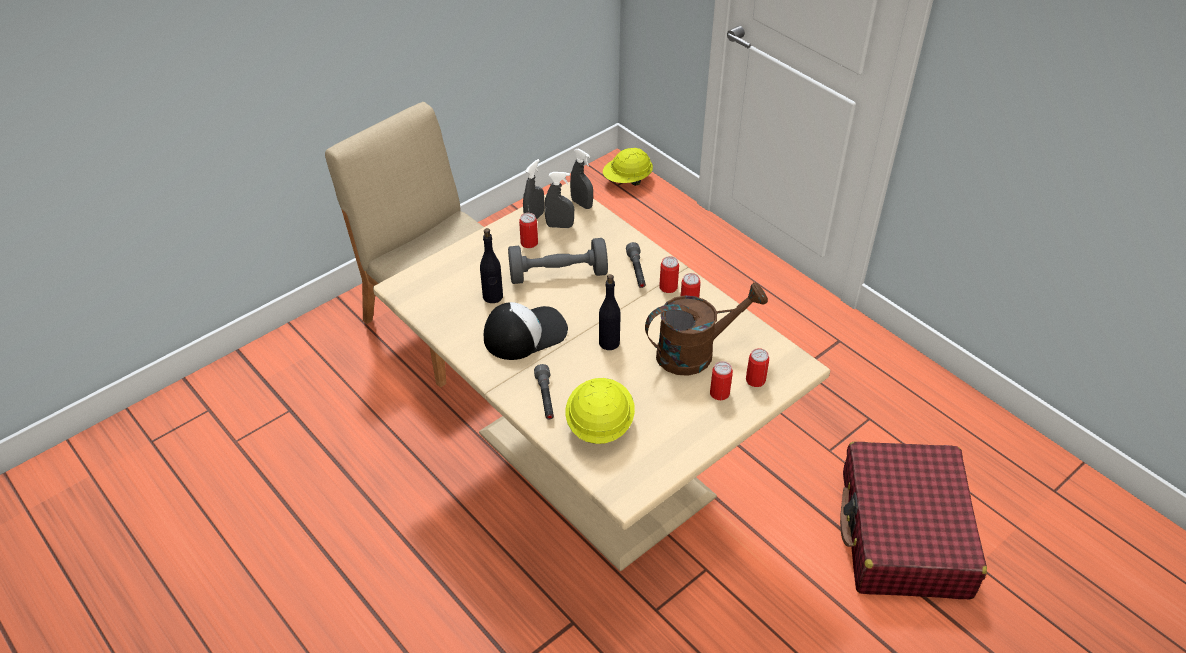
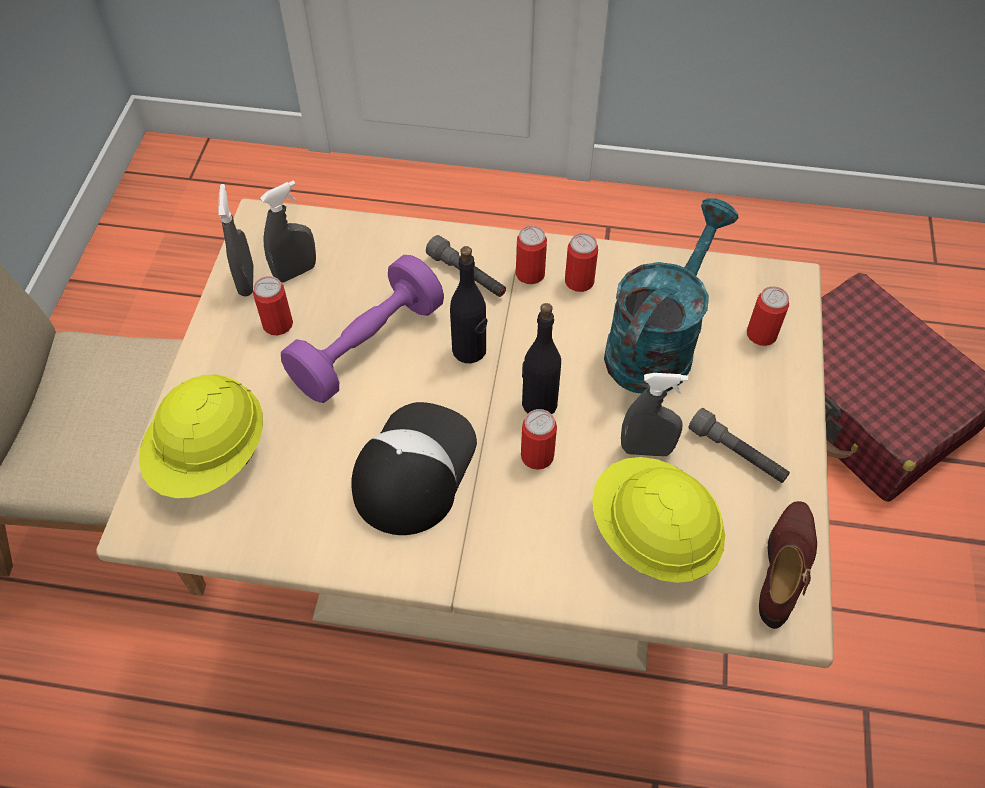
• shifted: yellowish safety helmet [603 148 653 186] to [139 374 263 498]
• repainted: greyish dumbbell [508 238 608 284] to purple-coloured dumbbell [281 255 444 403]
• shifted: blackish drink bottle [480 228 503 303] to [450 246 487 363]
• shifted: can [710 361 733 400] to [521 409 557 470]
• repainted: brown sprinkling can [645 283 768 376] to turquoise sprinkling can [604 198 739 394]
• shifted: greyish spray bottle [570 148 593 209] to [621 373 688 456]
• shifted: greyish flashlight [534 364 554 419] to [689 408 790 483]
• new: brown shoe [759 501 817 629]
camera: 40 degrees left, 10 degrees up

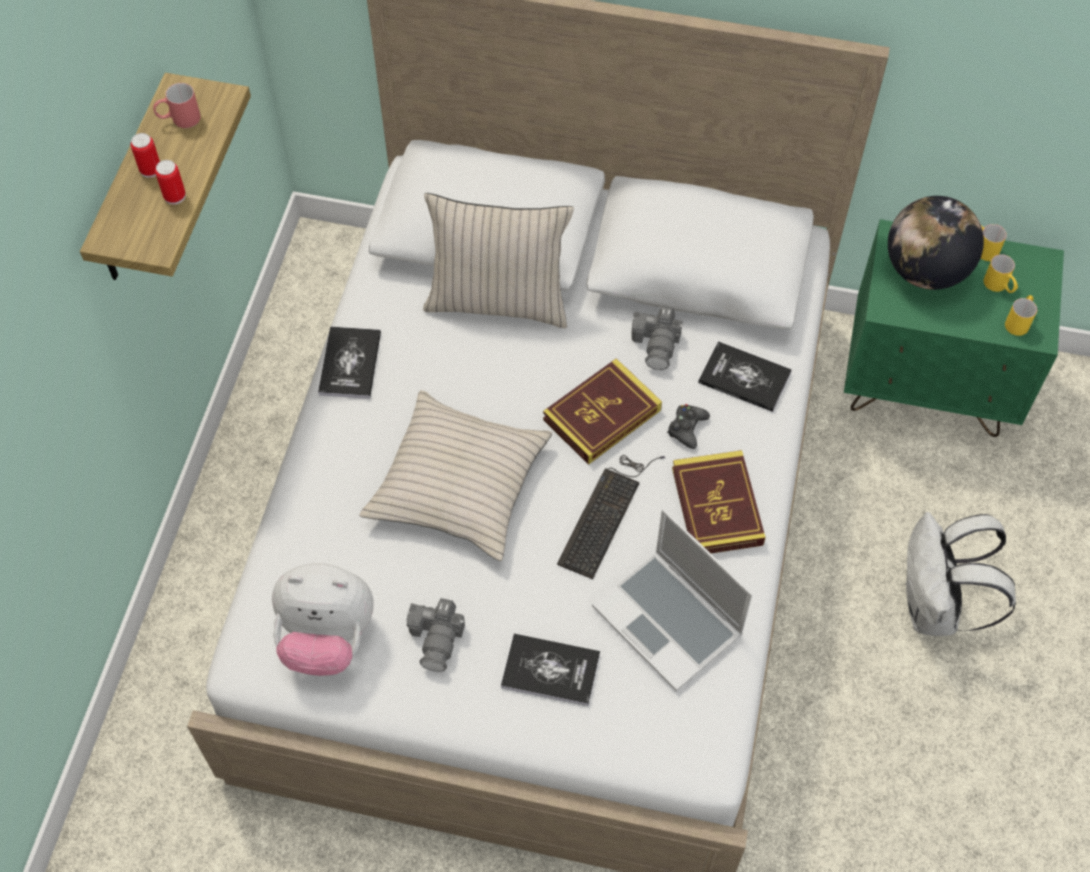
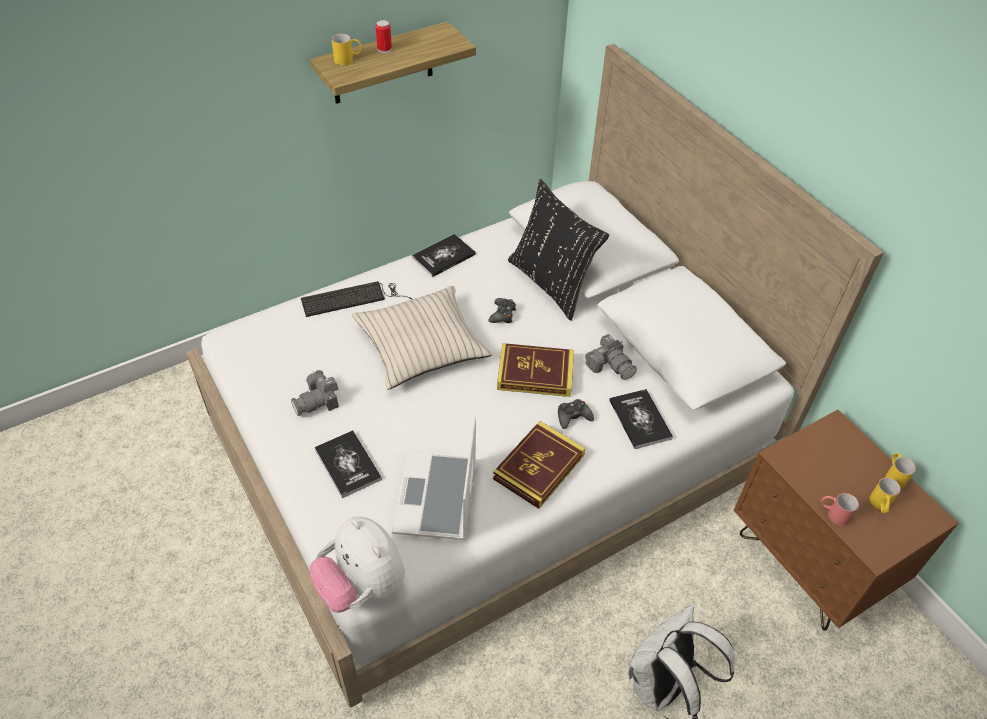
• shifted: keyboard [557 455 665 579] to [301 281 412 317]
• shifted: plush toy [272 563 374 676] to [310 517 405 613]
• shifted: yellowish mug [1005 295 1037 336] to [331 34 362 65]
• new: blackish gamepad [489 298 516 323]
• repainted: beige-coloured throw pillow [423 193 574 328] to blackish throw pillow [508 179 609 321]
• rotated: still camera [631 305 683 370] = [585 334 637 380] 90 degrees counterclockwise
• repainted: green night table [844 219 1064 437] to brown night table [734 410 959 631]
• shifted: red mug [153 83 201 128] to [821 493 859 525]
• gone: can [155 160 186 205]
• gone: world globe [888 196 984 290]
camera: 45 degrees right, 10 degrees down

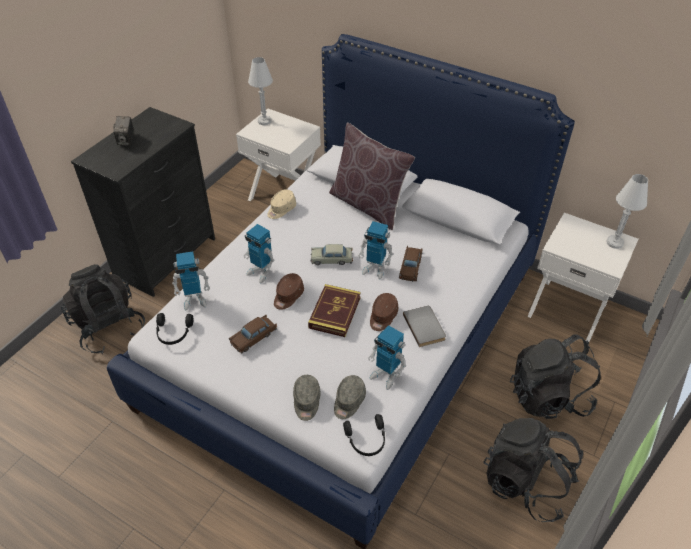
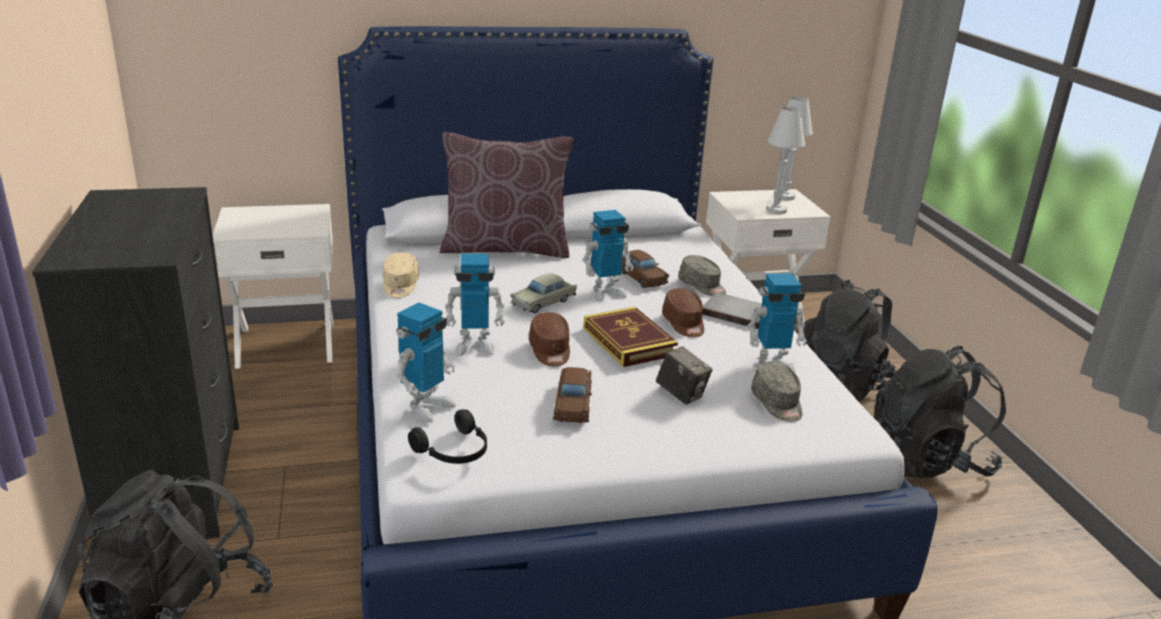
• shifted: still camera [113 116 134 146] to [656 346 713 404]
• shifted: greyish baseball cap [293 375 321 421] to [679 255 726 296]
• shifted: white lamp for a table [248 57 273 125] to [766 107 805 214]
• gone: blackish headset [343 414 385 456]
camera: 45 degrees left, 20 degrees down

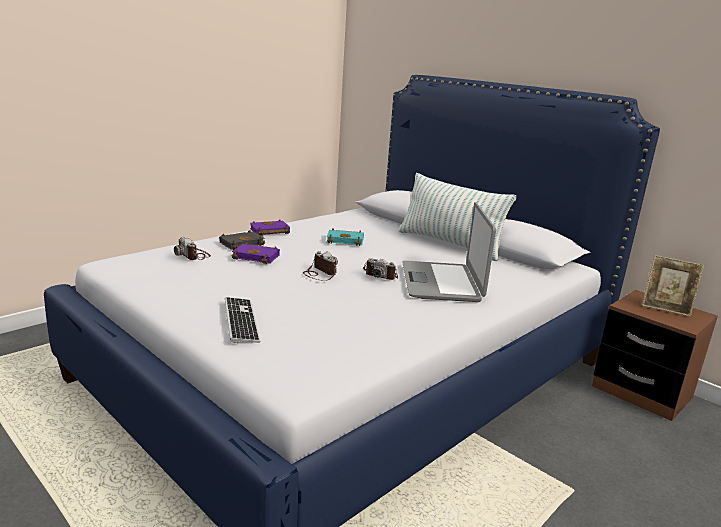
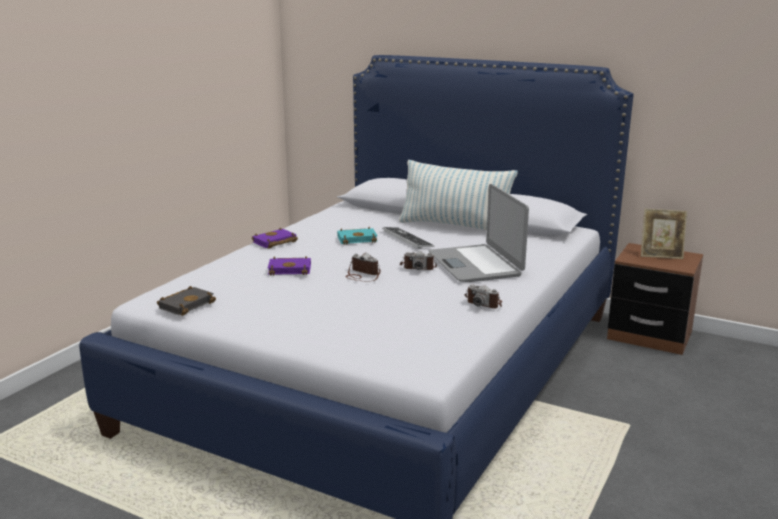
• shifted: blackish book [219 230 265 250] to [157 286 216 316]
• shifted: keyboard [225 297 260 343] to [382 227 435 249]
• shifted: still camera [174 237 211 260] to [465 285 502 309]
camera: 15 degrees left, 0 degrees up

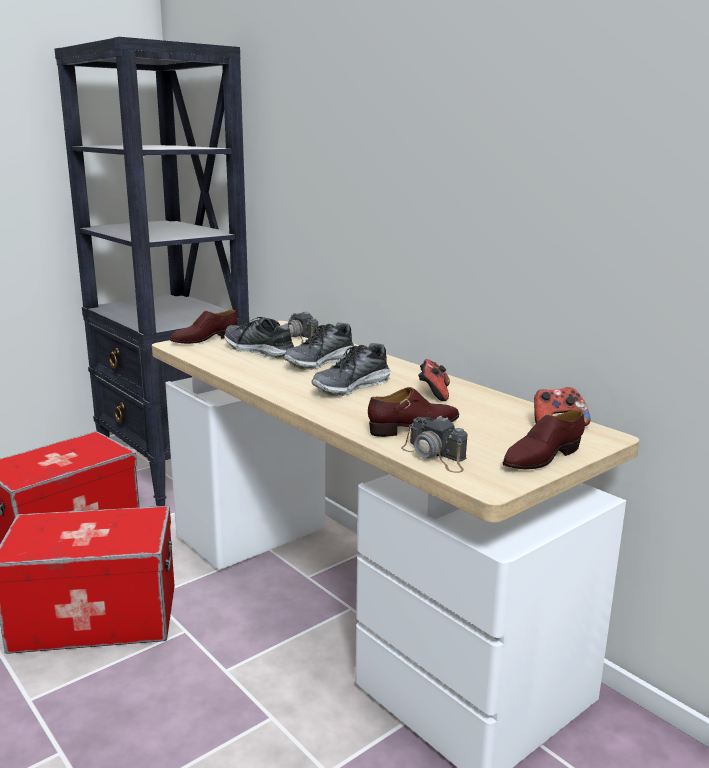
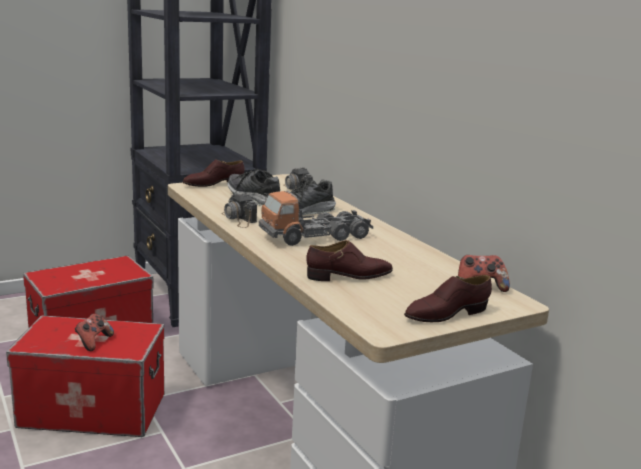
• shifted: gamepad [418 359 450 401] to [75 314 114 351]
• shifted: still camera [401 416 467 473] to [221 193 257 228]
• swapped: shoe [312 343 390 396] to model truck [259 191 373 246]
camera: 10 degrees right, 0 degrees up

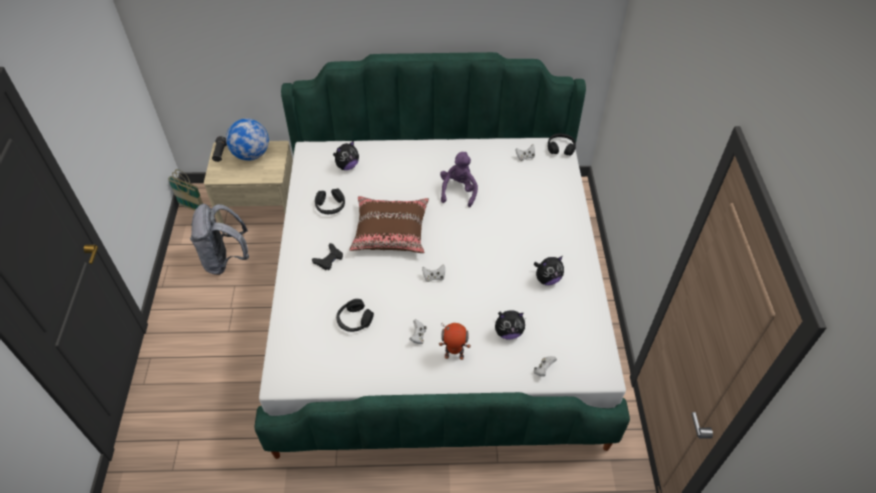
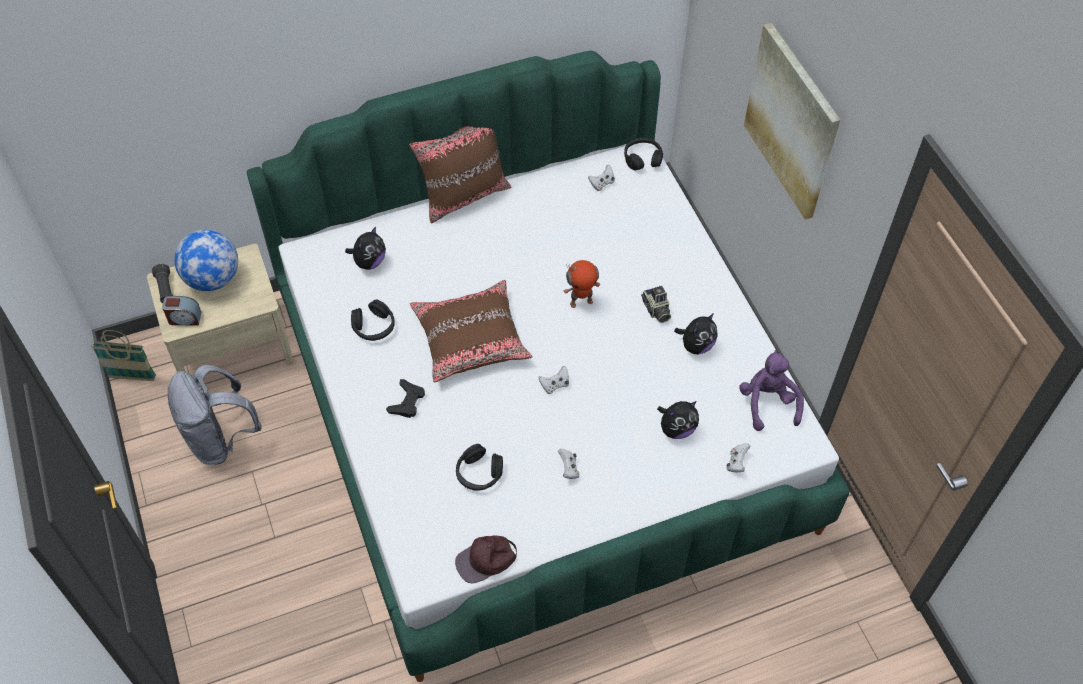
• new: table clock [162 296 201 326]
• new: brown throw pillow [409 126 511 224]
• new: brown baseball cap [455 535 517 583]
• shifted: model robot [439 323 471 360] to [564 260 600 308]
• new: still camera [641 286 671 323]
• shifted: purple-coloured plush toy [440 152 478 207] to [739 350 804 431]
• new: wall art [744 23 840 220]
camera: 20 degrees left, 5 degrees up

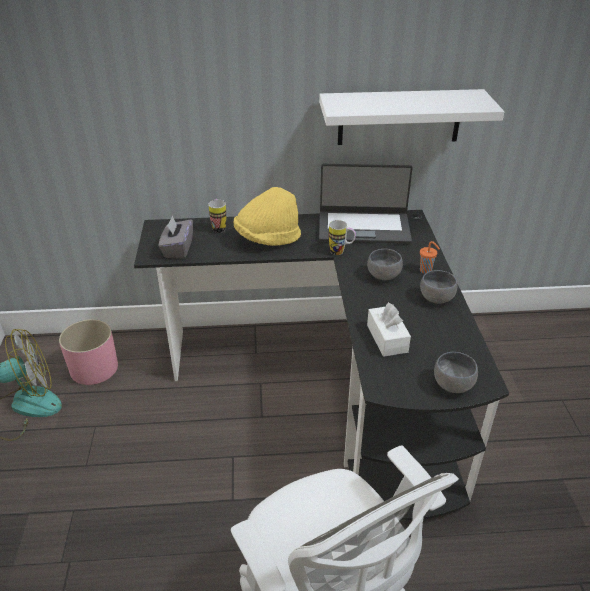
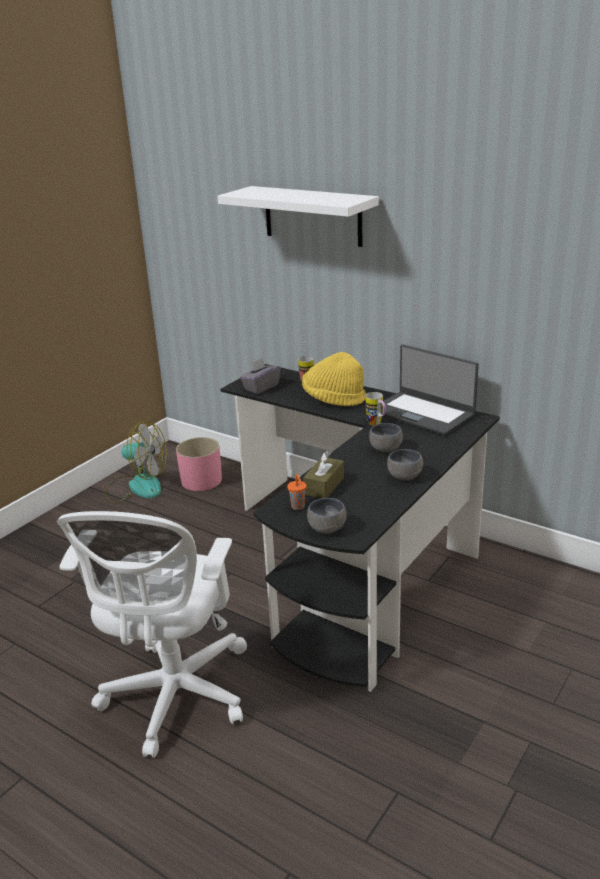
• shifted: white bracket shelf [319 89 504 145] to [217 186 379 247]
• shifted: orange-coloured drinking cup [420 241 440 274] to [287 474 307 510]
• repainted: white tissue holder [367 303 411 357] to brown tissue holder [303 451 344 498]
camera: 40 degrees right, 10 degrees down

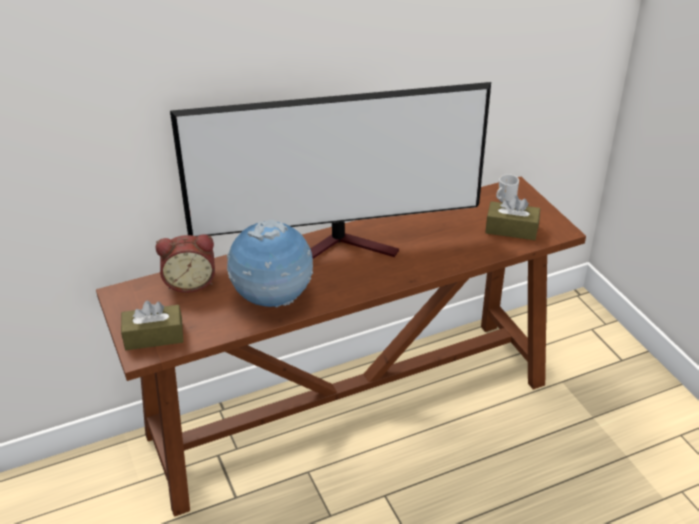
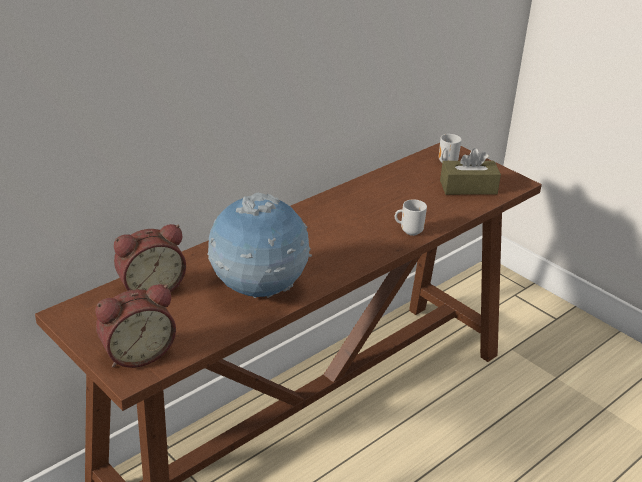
• swapped: brown tissue holder [121 301 184 350] to table clock [95 284 176 368]
• new: mug [395 199 427 236]
• gone: TV [170 82 491 259]
camera: 20 degrees left, 5 degrees down

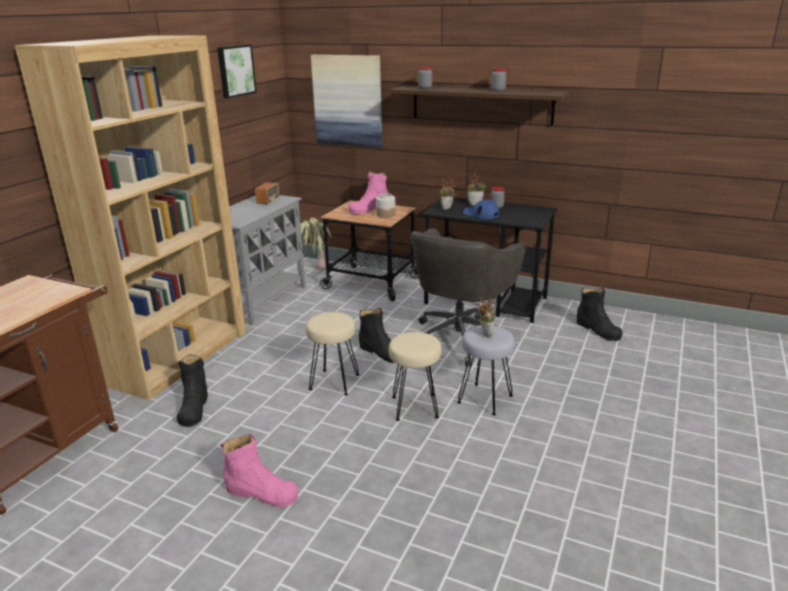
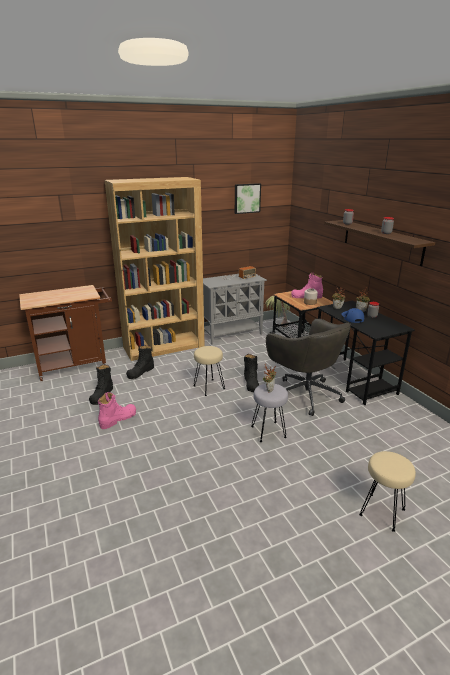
• shifted: blackish high-top boot [577 288 623 341] to [89 364 113 405]
• rotated: pink-coloured high-top boot [221 434 298 508] = [98 392 136 429] 105 degrees counterclockwise
• rotated: greyish desk chair [410 228 526 366] = [266 319 351 416] 105 degrees counterclockwise
• shifted: beige-coloured sitting stool [389 332 442 421] to [359 451 416 532]
• gone: wall art [311 55 382 148]
camera: 40 degrees right, 0 degrees up

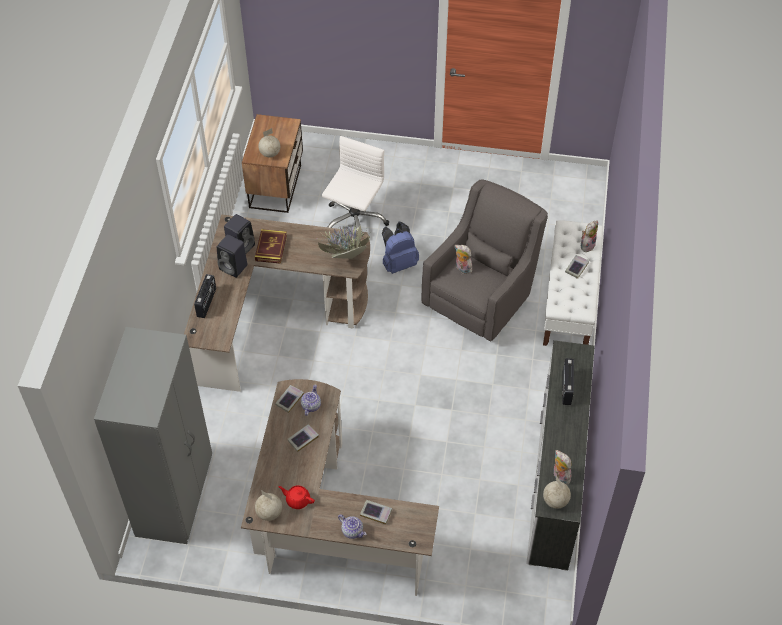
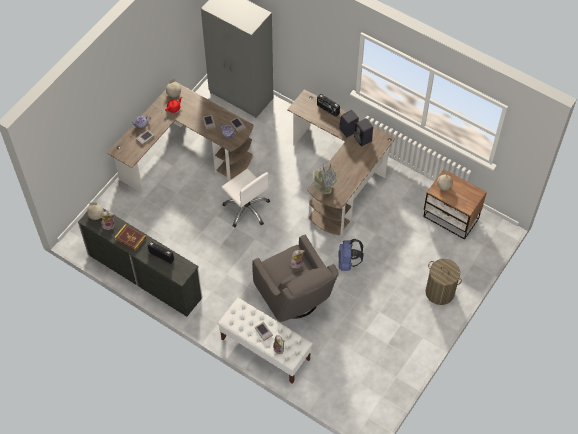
• shifted: book [255 229 287 264] to [114 224 146 251]
• shifted: white desk chair [322 136 389 230] to [222 168 270 227]
• new: hamper [426 259 462 305]
camera: 115 degrees right, 5 degrees up

